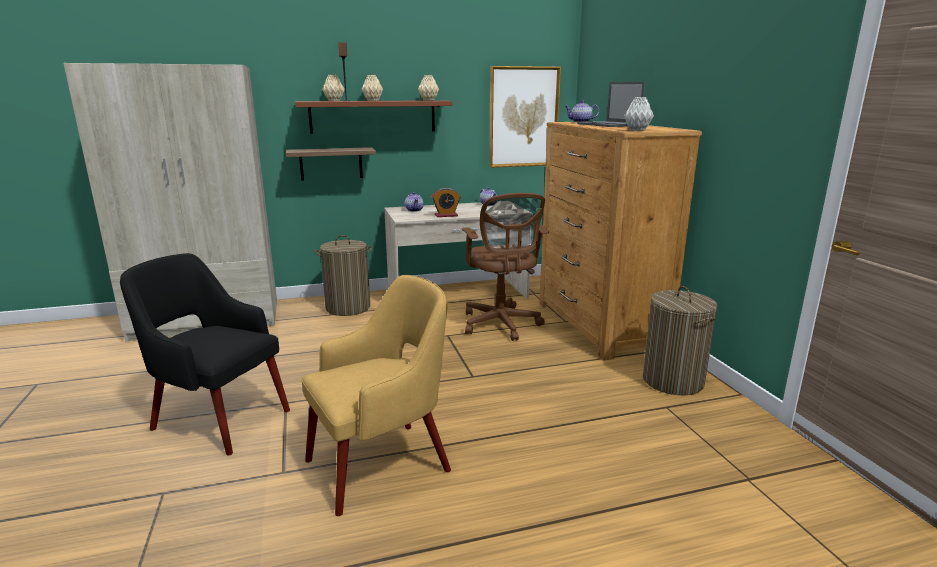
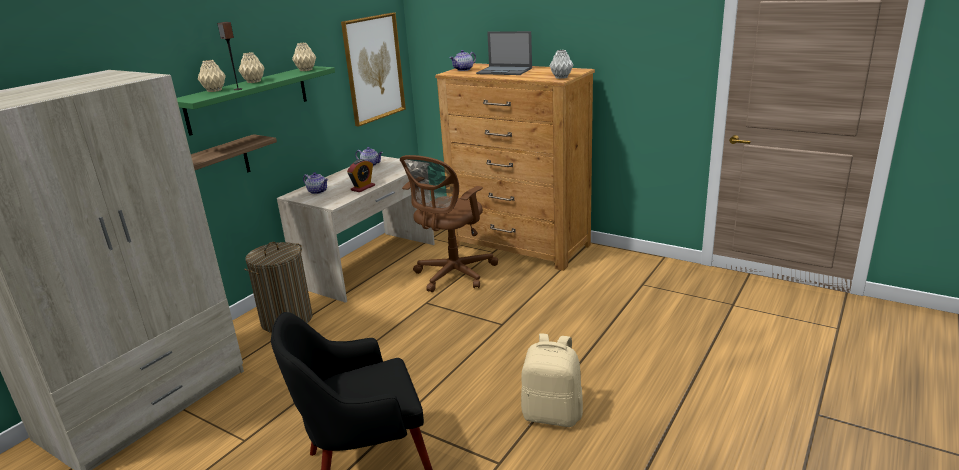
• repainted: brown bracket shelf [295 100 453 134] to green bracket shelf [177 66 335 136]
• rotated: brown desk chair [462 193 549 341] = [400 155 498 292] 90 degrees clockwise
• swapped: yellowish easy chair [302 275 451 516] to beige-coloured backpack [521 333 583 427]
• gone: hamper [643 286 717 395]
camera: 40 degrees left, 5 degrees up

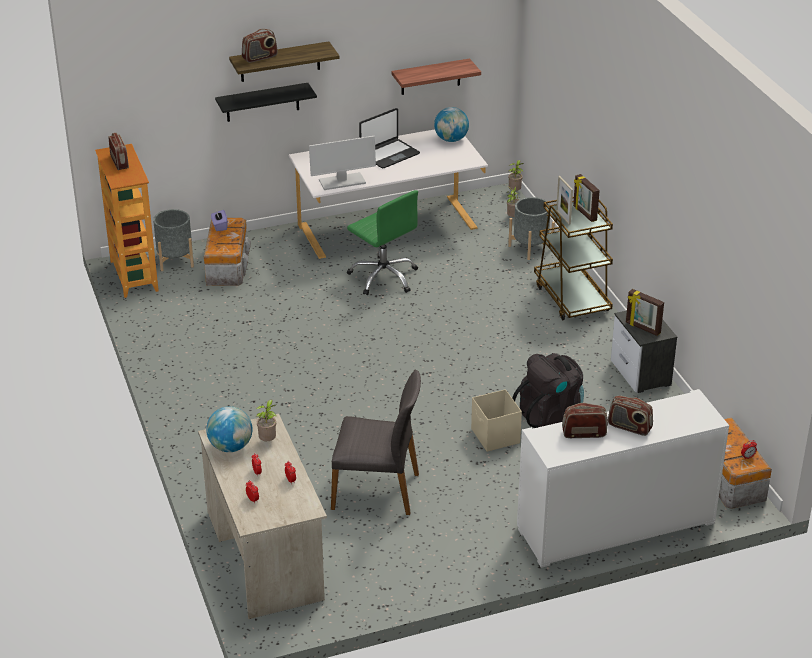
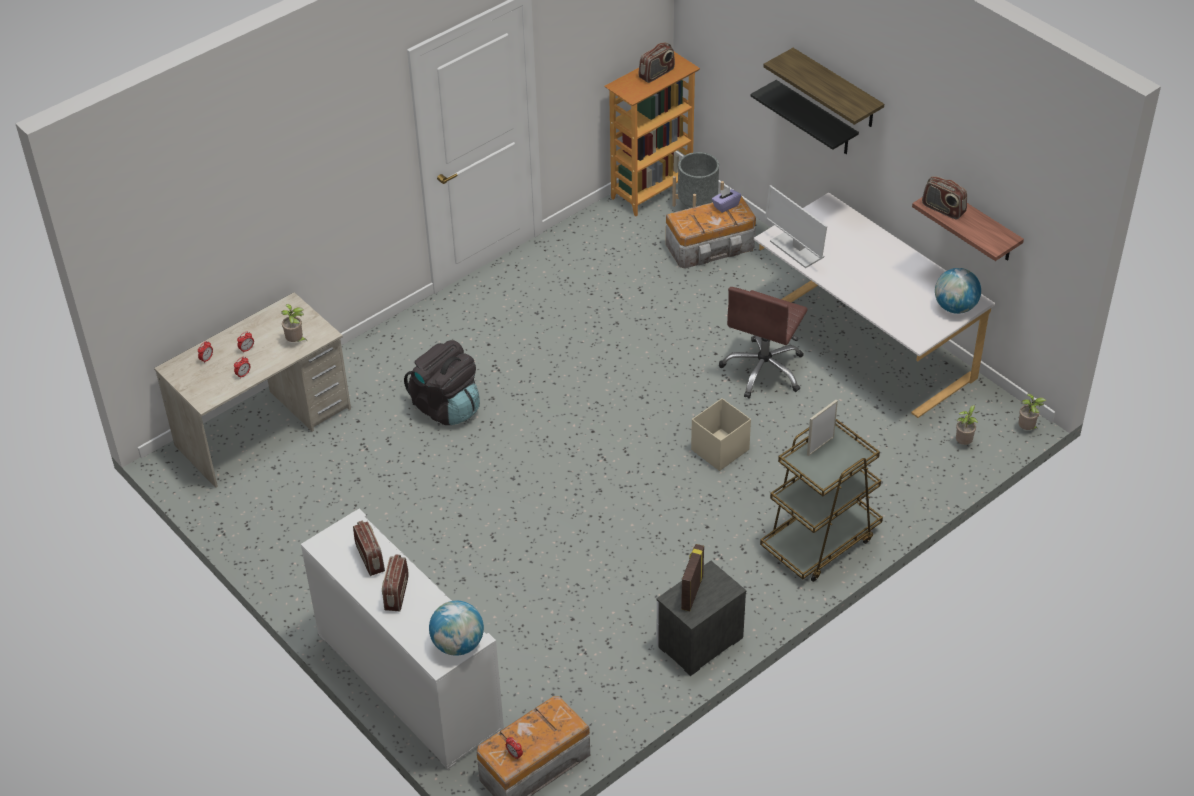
• shifted: blackish backpack [512 353 584 428] to [404 340 480 425]
• shifted: world globe [206 406 253 452] to [429 601 484 656]
• shifted: beige-coloured storage bin [471 389 522 452] to [691 398 751 471]
• repainted: green desk chair [347 190 418 295] to brown desk chair [719 287 808 398]
• shifted: radio set [242 29 278 63] to [922 176 967 220]
• gone: greyish upright chair [331 370 421 515]
• gone: portable computer [359 108 420 168]
• gone: greyish plant pot [508 197 555 260]
• gone: standing frame [573 174 600 222]
camera: 70 degrees right, 10 degrees up

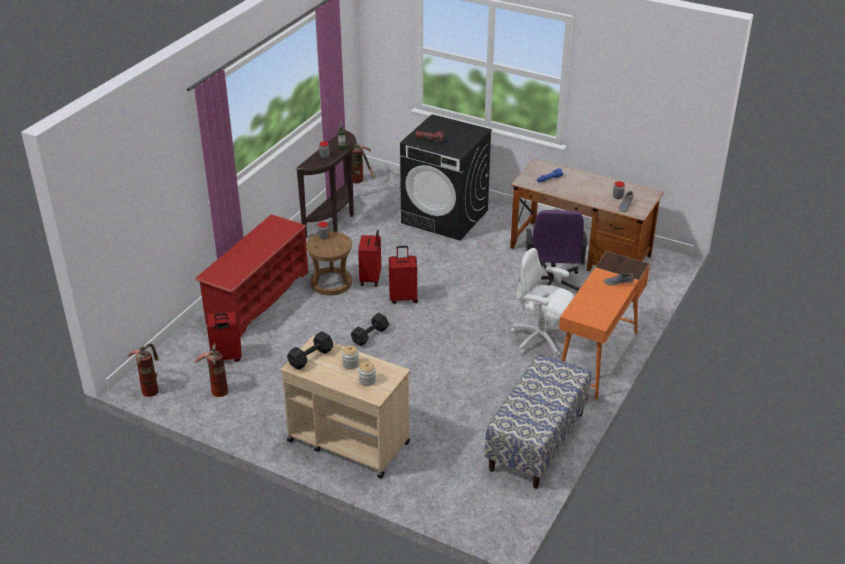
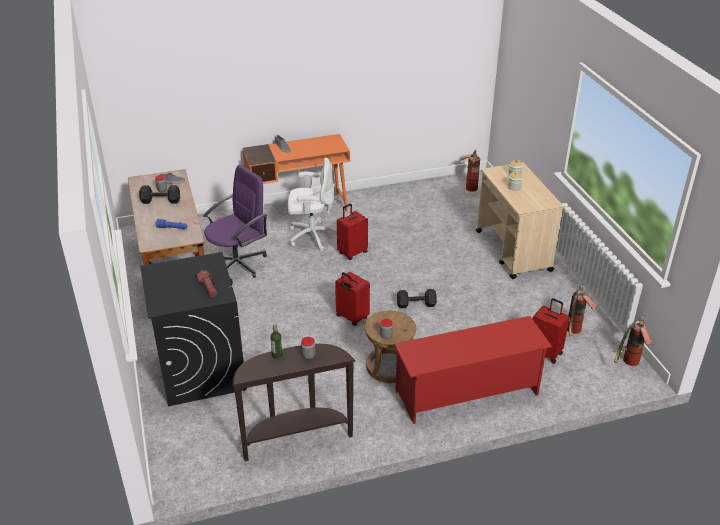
• shifted: blackish dumbbell [287 331 333 370] to [139 185 180 204]
• rotated: white desk chair [510 248 574 357] = [288 157 337 251] 75 degrees counterclockwise
• shifted: red travel case [358 230 381 287] to [337 204 368 260]
• shifted: fire extinguisher [352 141 375 183] to [459 150 480 192]
• gone: long seat [485 354 591 489]
camera: 135 degrees left, 0 degrees up

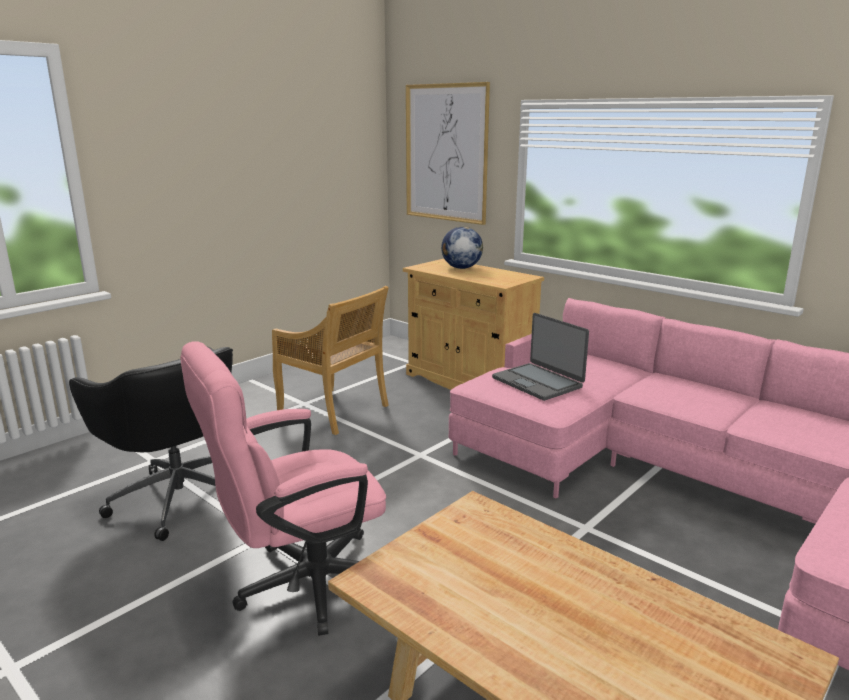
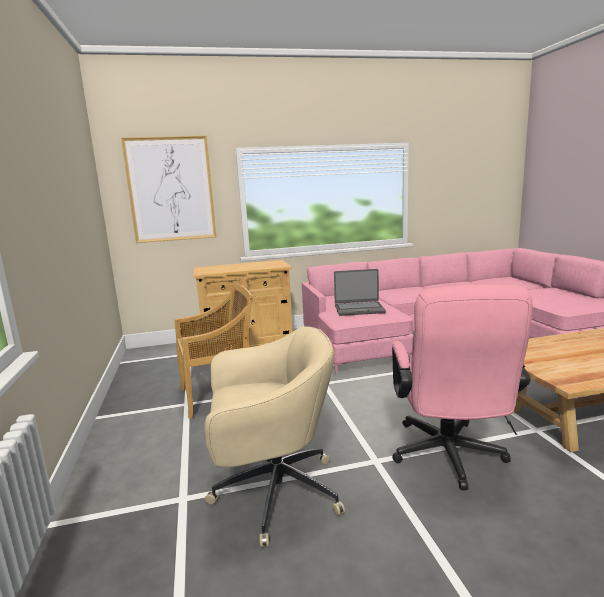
• repainted: blackish desk chair [69 347 233 541] to beige-coloured desk chair [205 327 345 548]
• gone: world globe [441 227 483 269]
camera: 55 degrees left, 5 degrees down

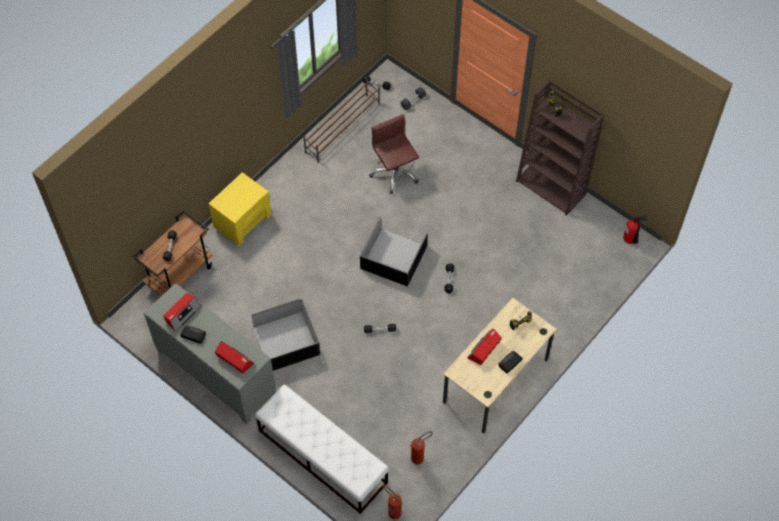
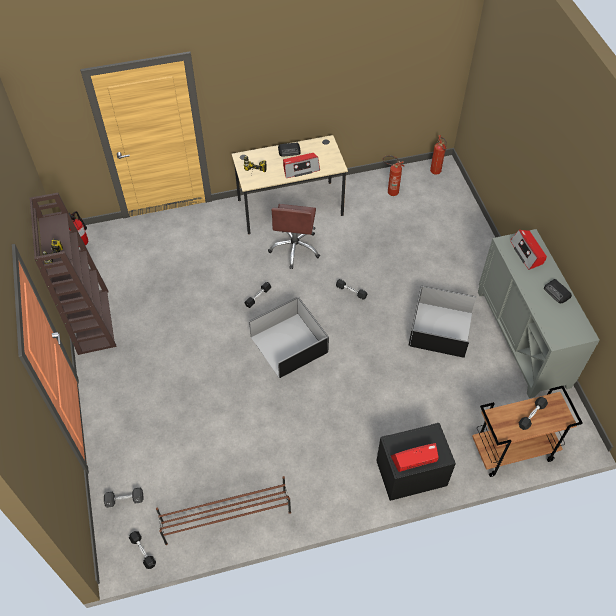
• shifted: brown desk chair [369 114 419 194] to [268 204 320 269]
• repainted: yellowish night table [208 172 272 246] to blackish night table [376 423 456 501]
• shifted: radio set [164 293 201 332] to [391 443 439 472]
• gone: white long seat [255 385 389 514]
camera: 145 degrees left, 5 degrees down

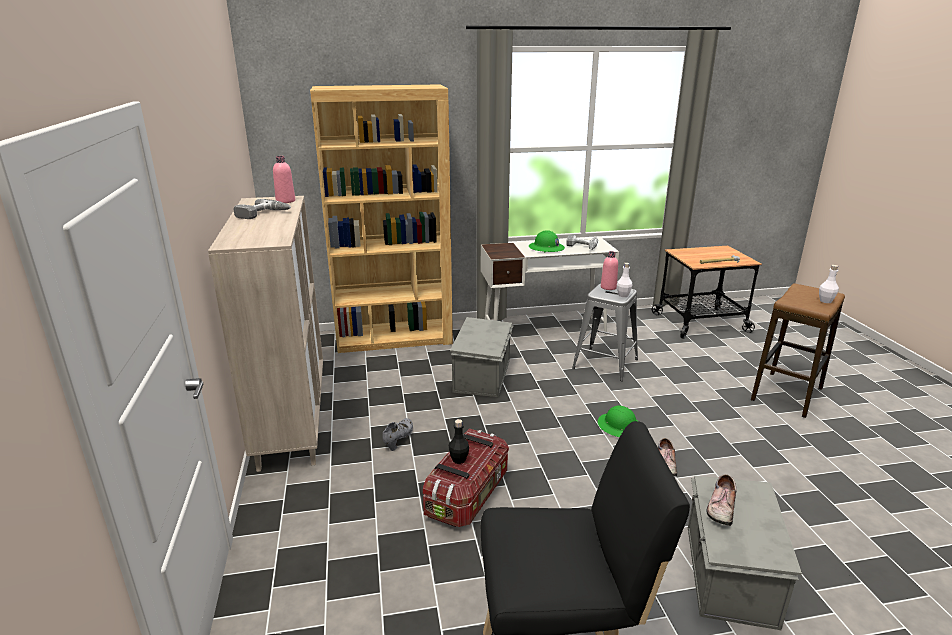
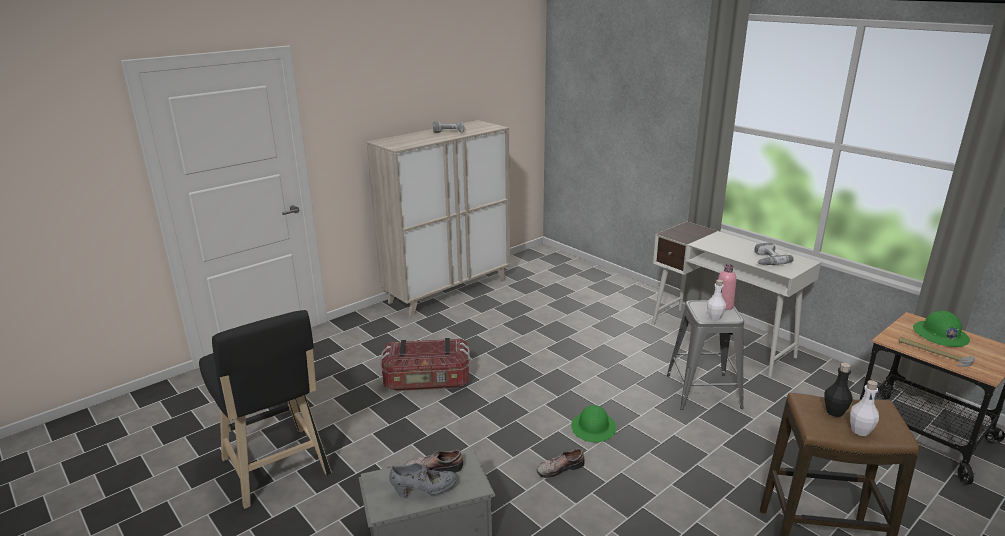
• shifted: greyish shoe [382 418 413 451] to [389 463 457 497]
• shifted: blackish drink bottle [449 419 469 464] to [825 363 853 417]
• shifted: green safety helmet [529 230 565 252] to [913 310 970 347]
• gone: pink-coloured drink bottle [273 156 295 203]
• gone: brown bookcase [310 85 453 353]
• gone: greyish storage bin [450 317 514 397]
camera: 60 degrees right, 0 degrees up

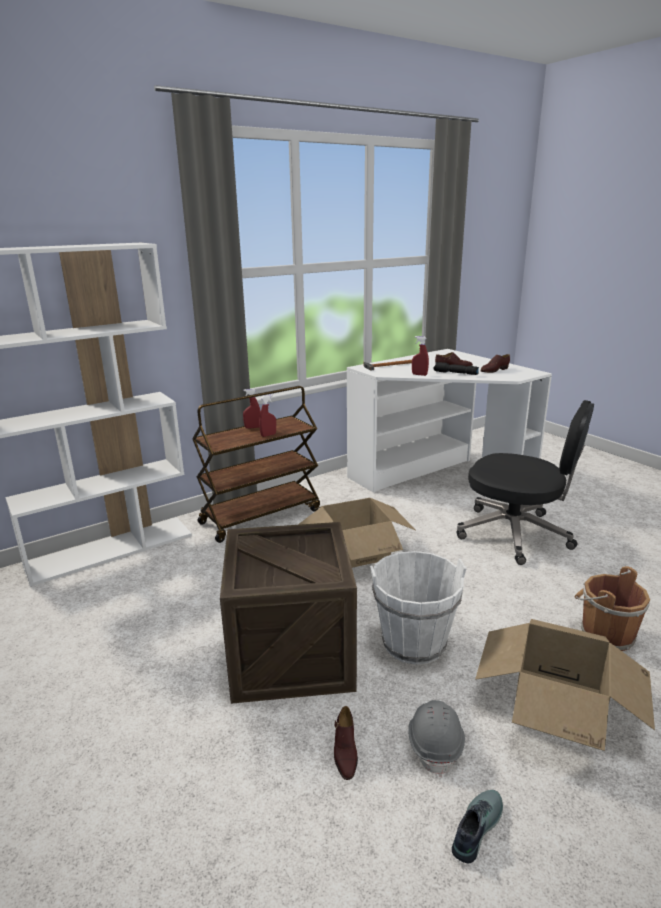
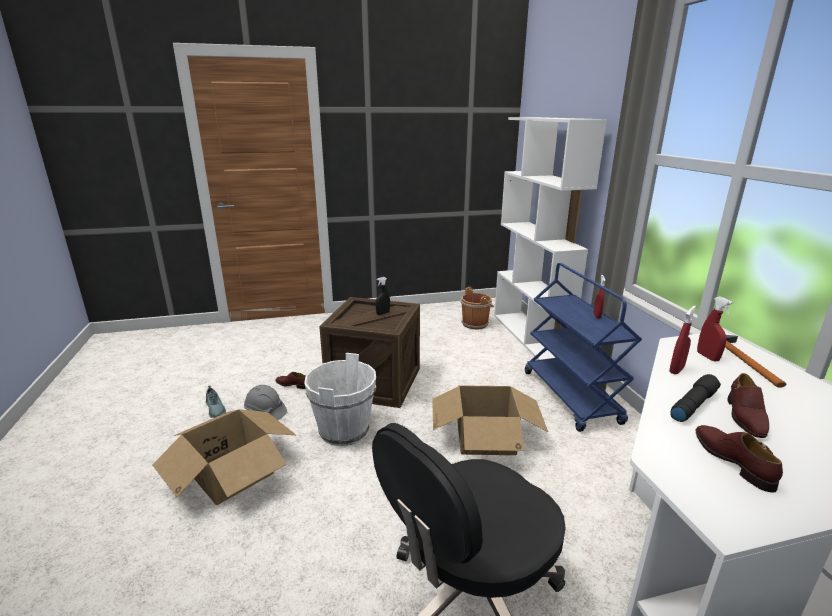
• new: blackish spray bottle [376 277 390 315]
• shifted: brown pail [575 566 650 651] to [459 287 494 330]
• repainted: brown wheeled cart [192 386 320 543] to bluish wheeled cart [525 263 642 432]
• shifted: red spray bottle [259 395 276 437] to [697 297 733 361]
camera: 110 degrees right, 0 degrees up

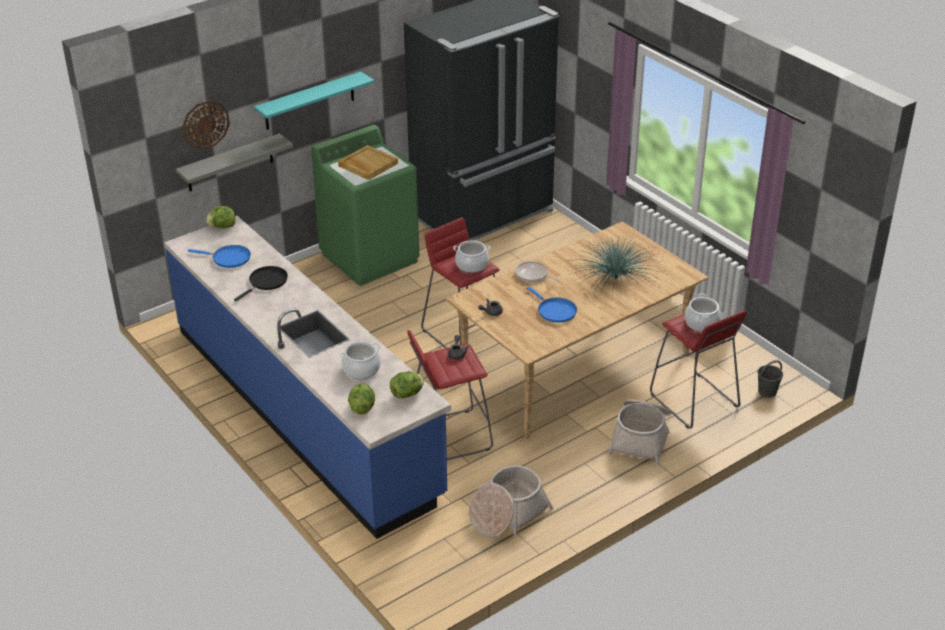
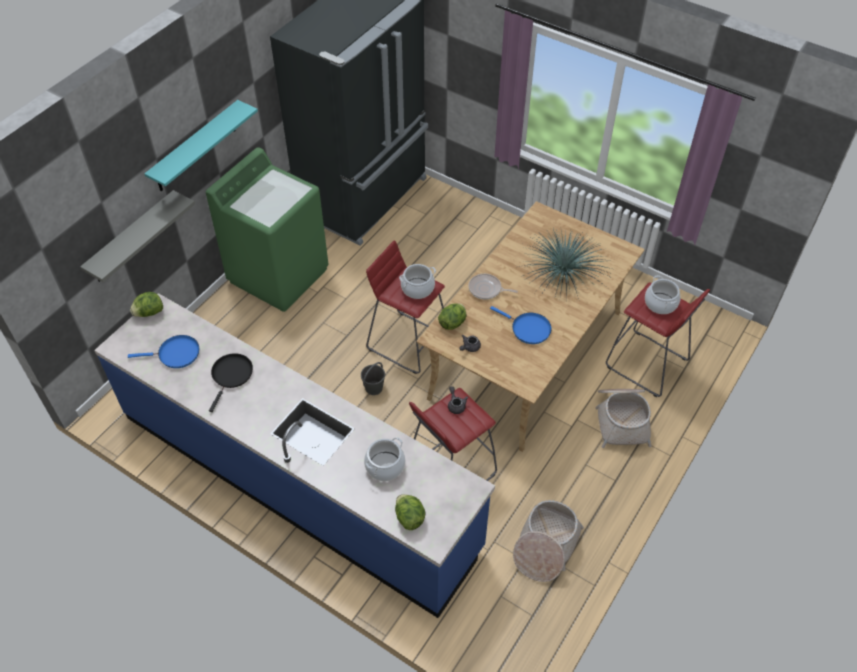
• shifted: greyish pail [758 360 783 398] to [361 362 385 395]
• shifted: lettuce [390 371 424 398] to [438 303 467 330]
• gone: wall clock [182 100 230 150]
• gone: beige-coloured tray [338 145 398 180]
camera: 20 degrees left, 15 degrees up

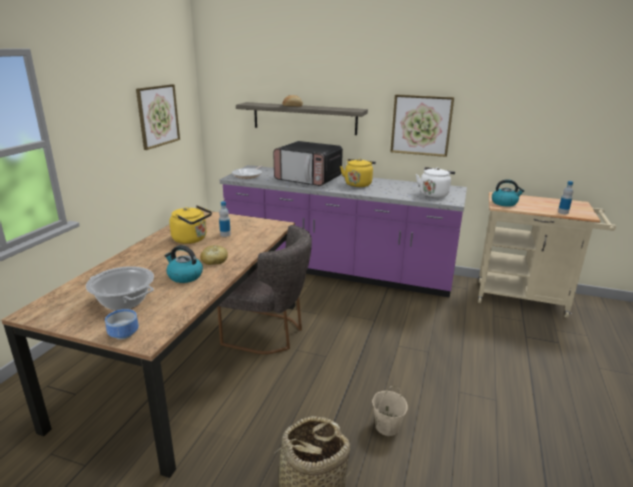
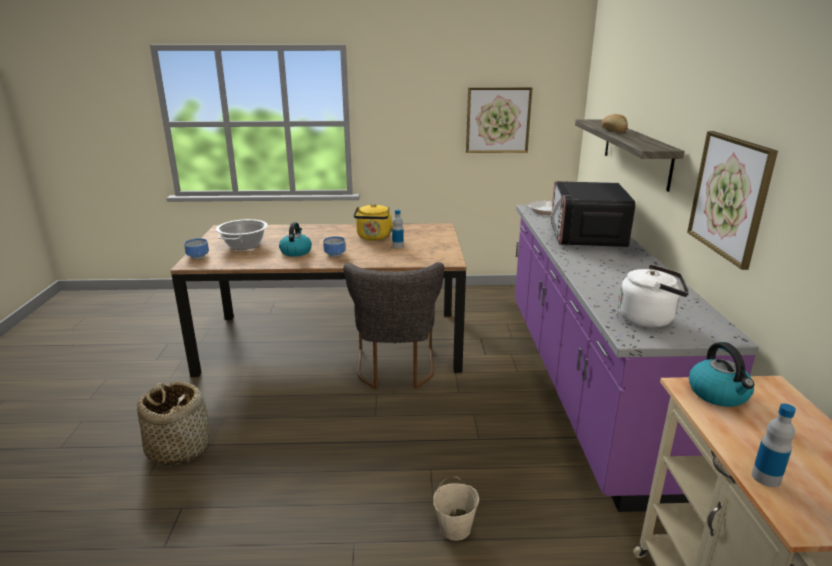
• swapped: baked bread [200 245 228 265] to serving bowl [323 236 346 257]
• shifted: beige-coloured pail [372 386 408 436] to [433 477 479 541]
• gone: yellowish water kettle [340 158 376 187]
camera: 70 degrees right, 0 degrees up

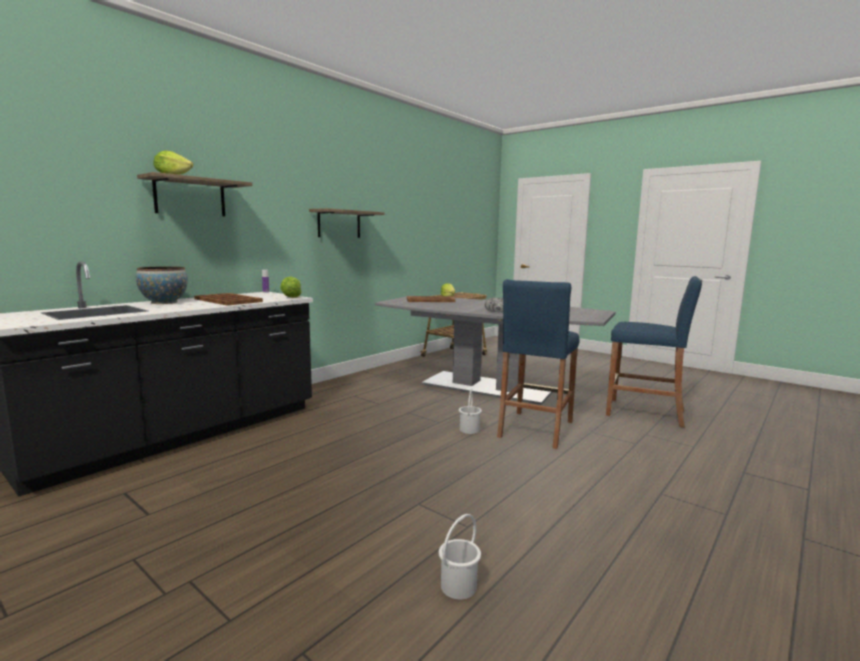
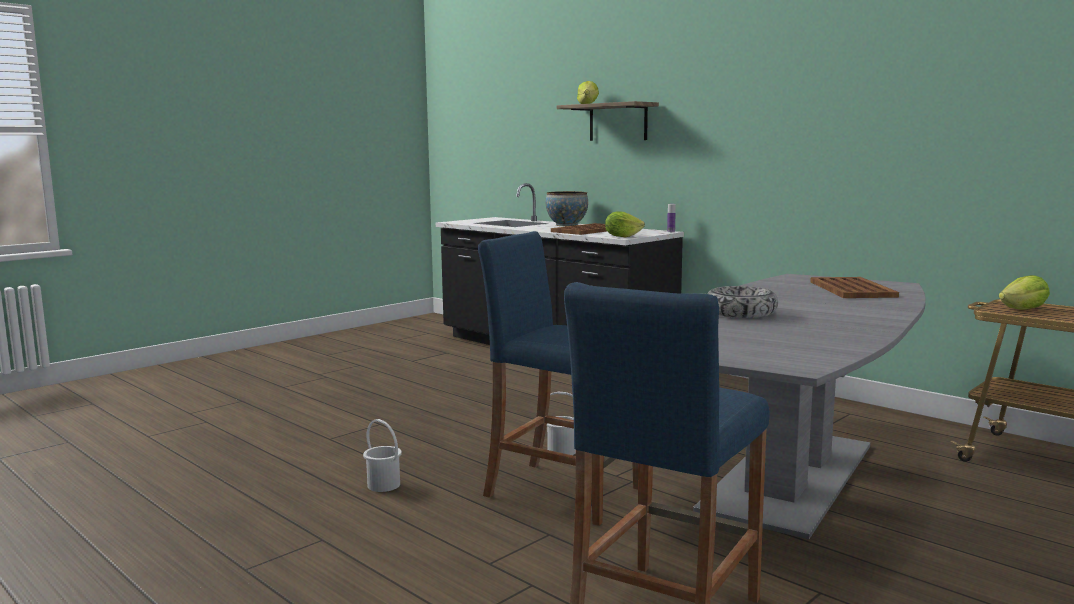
• shifted: white pail [439 514 481 599] to [363 419 402 492]
• gone: bracket shelf [309 208 384 238]
camera: 95 degrees right, 0 degrees up

